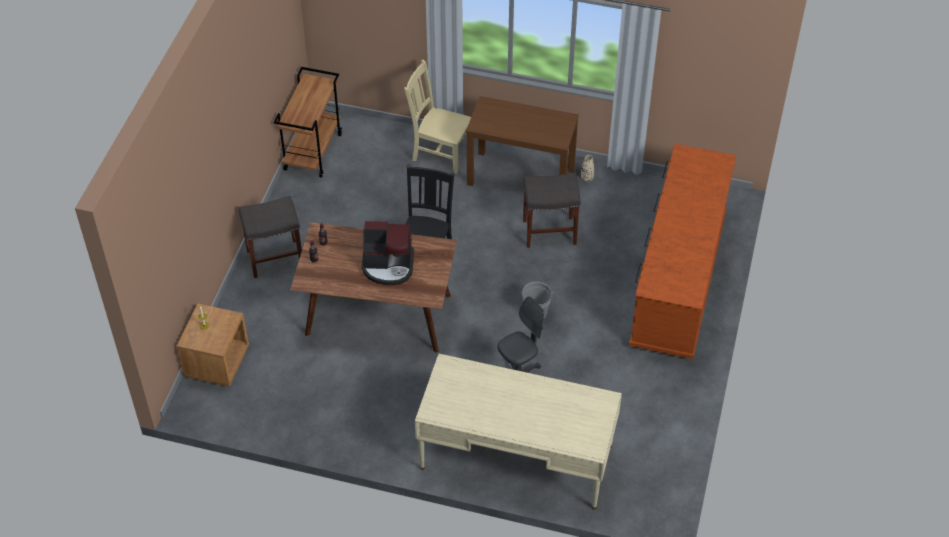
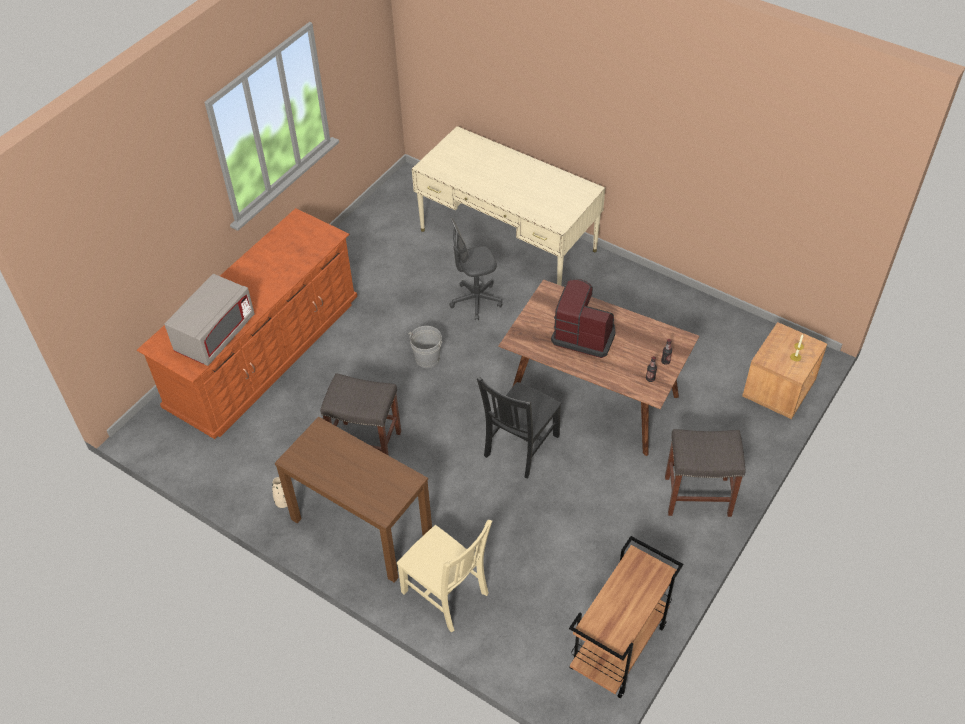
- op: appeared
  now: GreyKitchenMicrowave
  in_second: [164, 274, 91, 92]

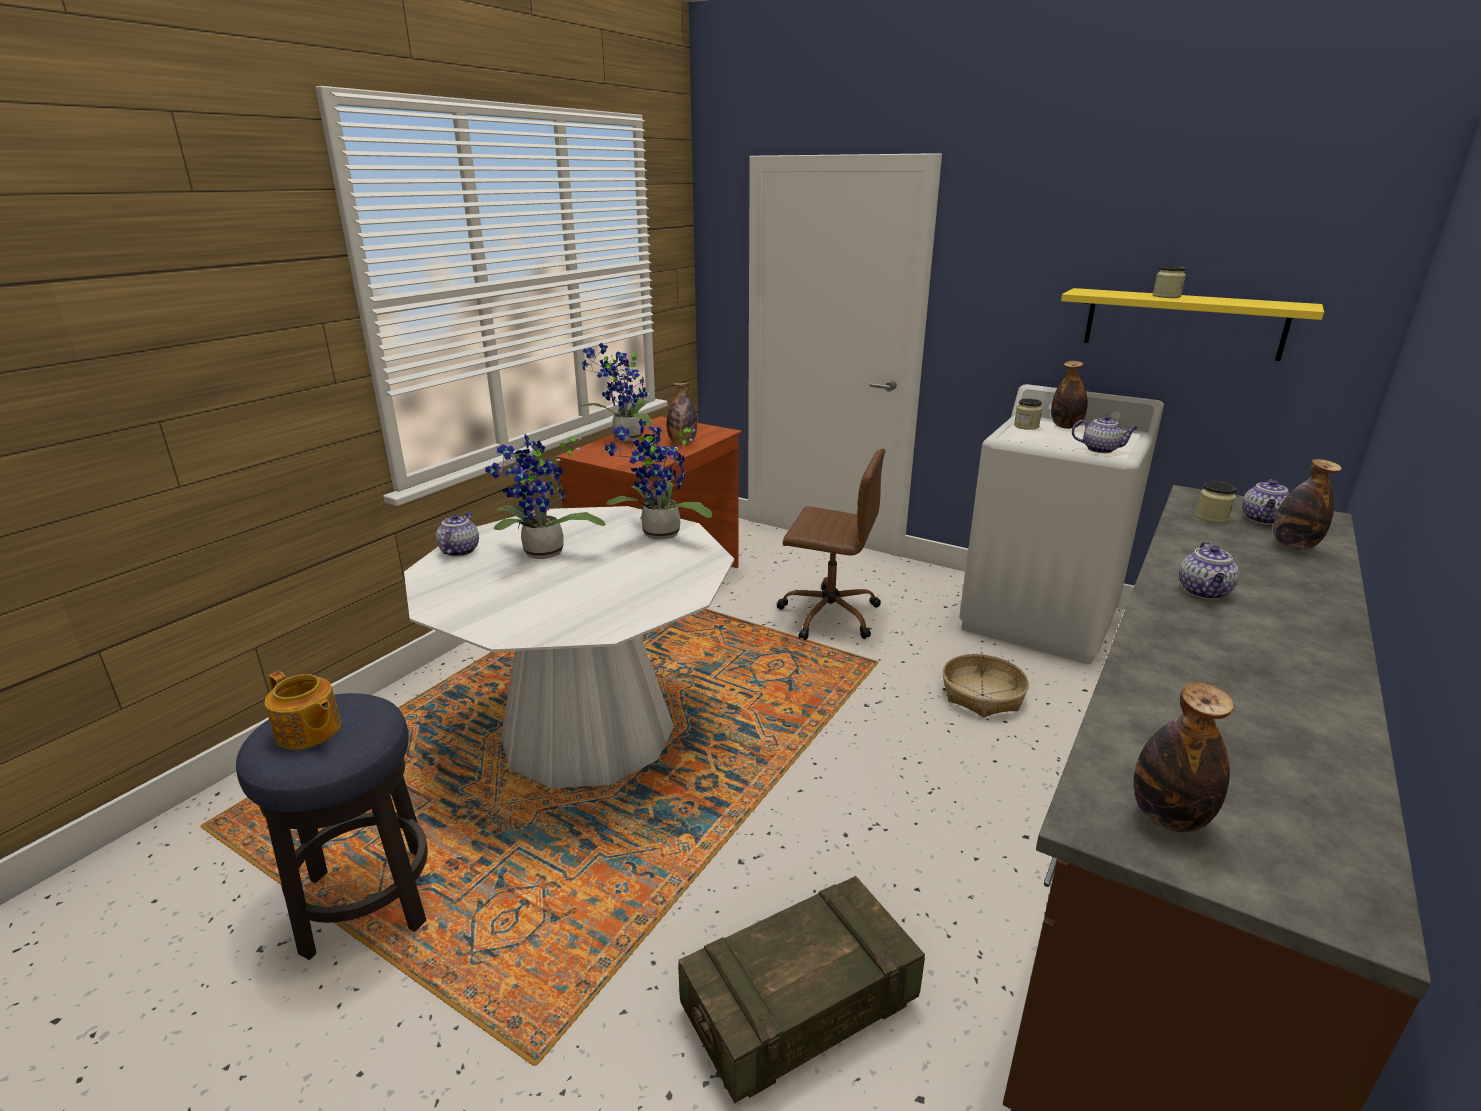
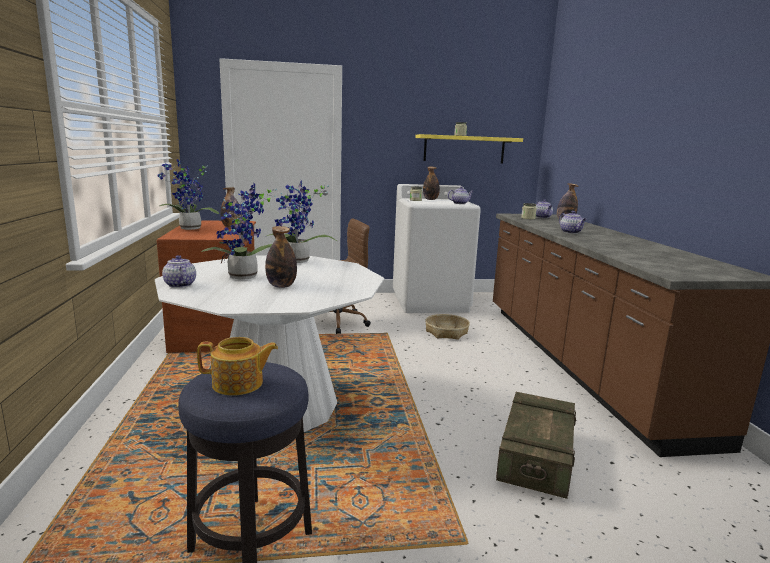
- op: relocated
  was: Bottle
  in_first: [1133, 682, 101, 150]
  in_second: [265, 226, 32, 62]

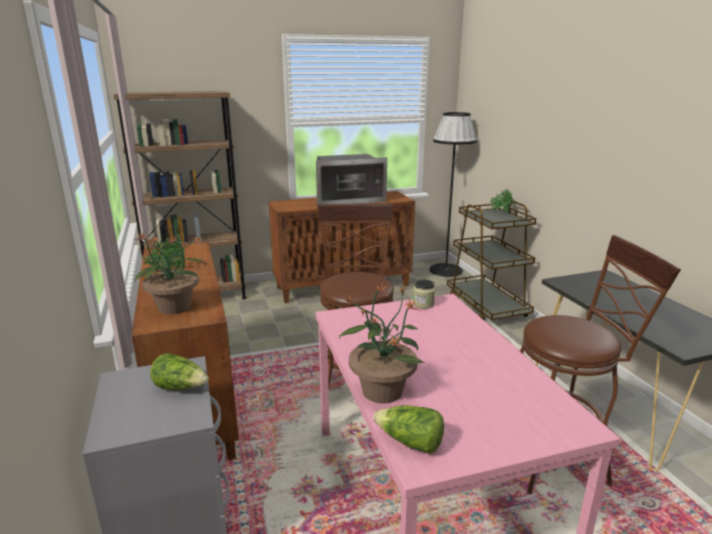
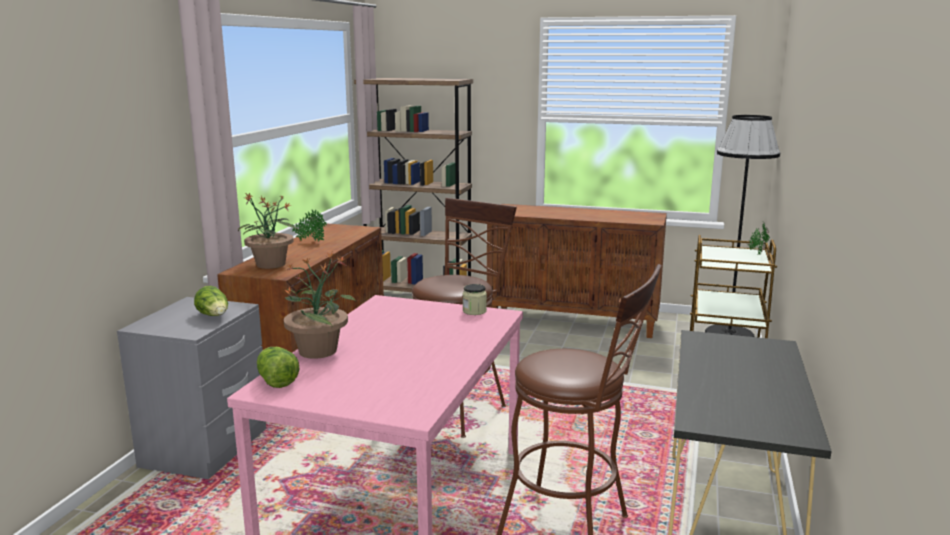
- op: missing
  was: KitchenMicrowave
  in_first: [316, 154, 71, 50]

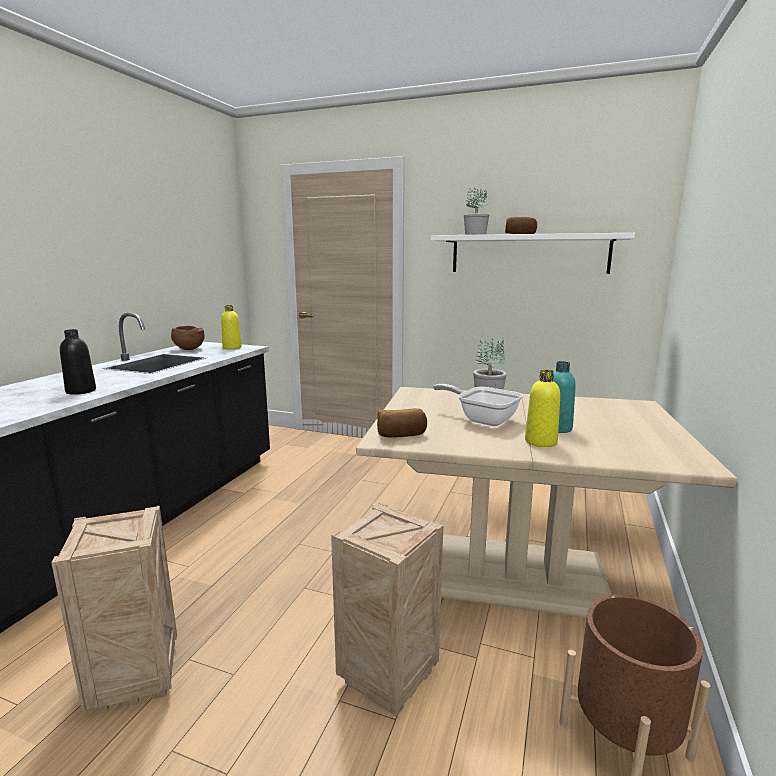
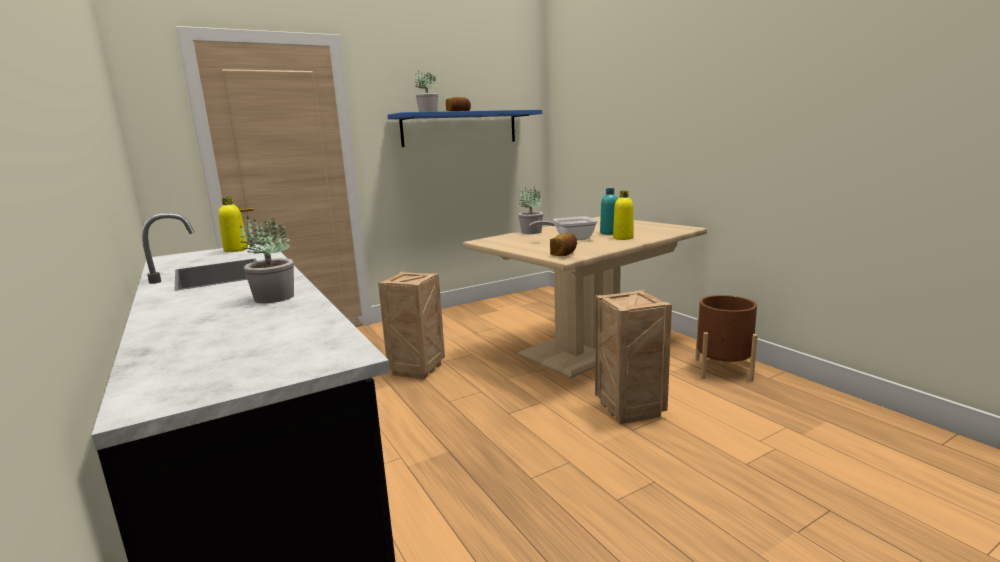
- op: exchanged
  was: BlackBottle
  now: PottedPlant
  in_first: [60, 329, 36, 66]
  in_second: [240, 216, 54, 87]
- op: relocated
  was: Crate
  in_first: [51, 506, 126, 209]
  in_second: [378, 272, 67, 107]
- op: colour
  was: WhiteColouredShelf
  now: BluishShelf
  in_first: [431, 233, 204, 41]
  in_second: [387, 110, 155, 37]
- op: missing
  was: BrownishBowl
  in_first: [171, 326, 34, 24]

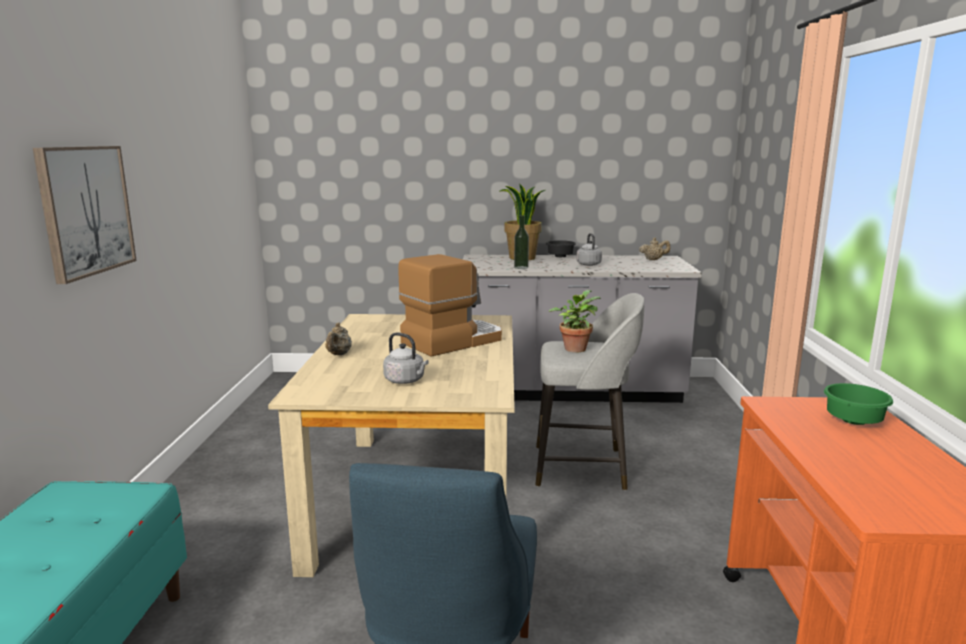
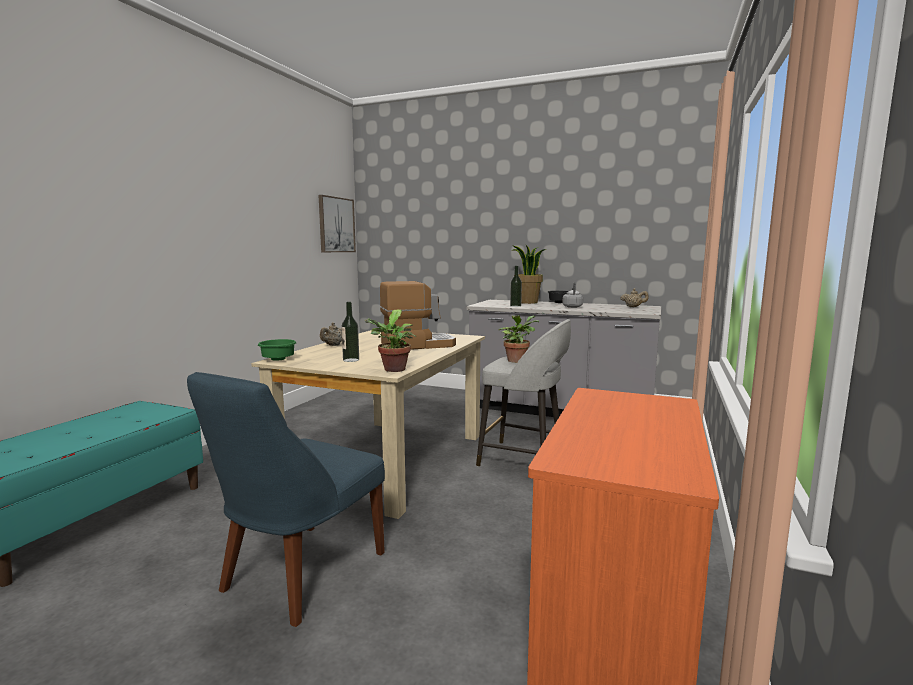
- op: relocated
  was: GreenishBowl
  in_first: [824, 383, 69, 42]
  in_second: [258, 339, 38, 22]
- op: relocated
  was: WallArt
  in_first: [33, 146, 104, 138]
  in_second: [319, 195, 37, 57]
- op: exchanged
  was: GreyKettle
  now: Bottle
  in_first: [383, 332, 46, 52]
  in_second: [342, 302, 17, 60]
- op: appeared
  now: PottedPlant
  in_second: [365, 310, 52, 62]

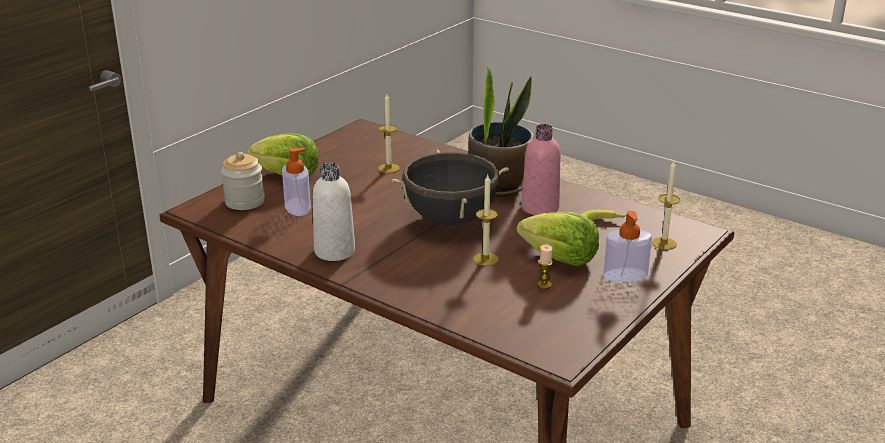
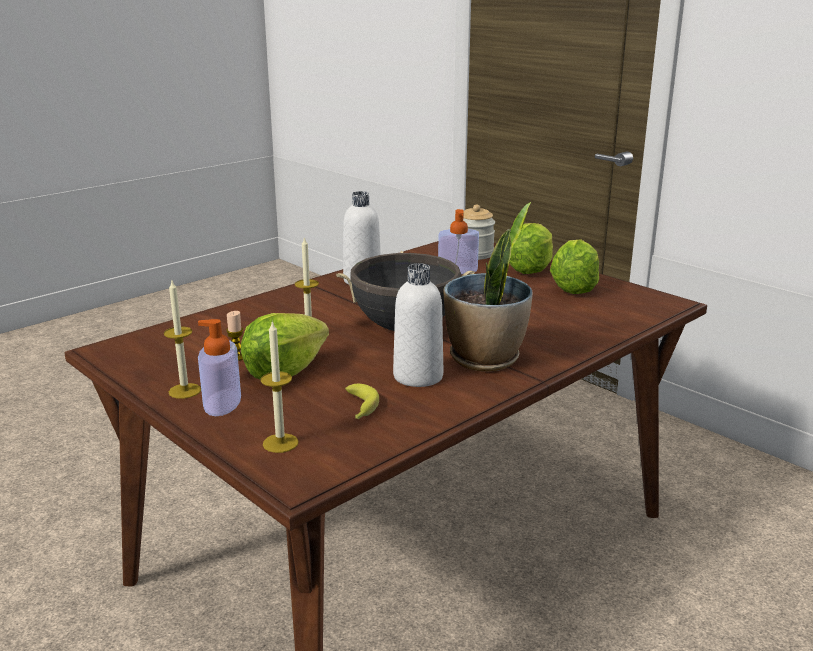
- op: relocated
  was: Candle
  in_first: [378, 94, 22, 79]
  in_second: [164, 281, 37, 118]
- op: colour
  was: PinkBottle
  now: WhiteColouredBottle
  in_first: [521, 124, 39, 91]
  in_second: [393, 263, 50, 124]
- op: appeared
  now: Lettuce
  in_second: [550, 239, 49, 55]

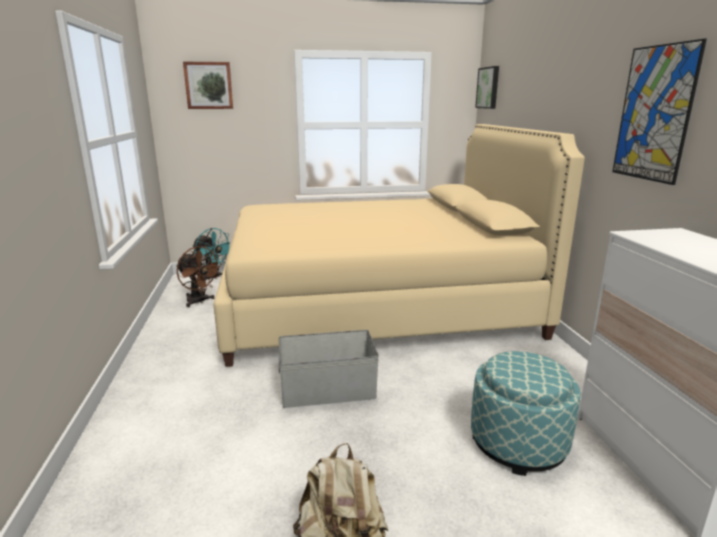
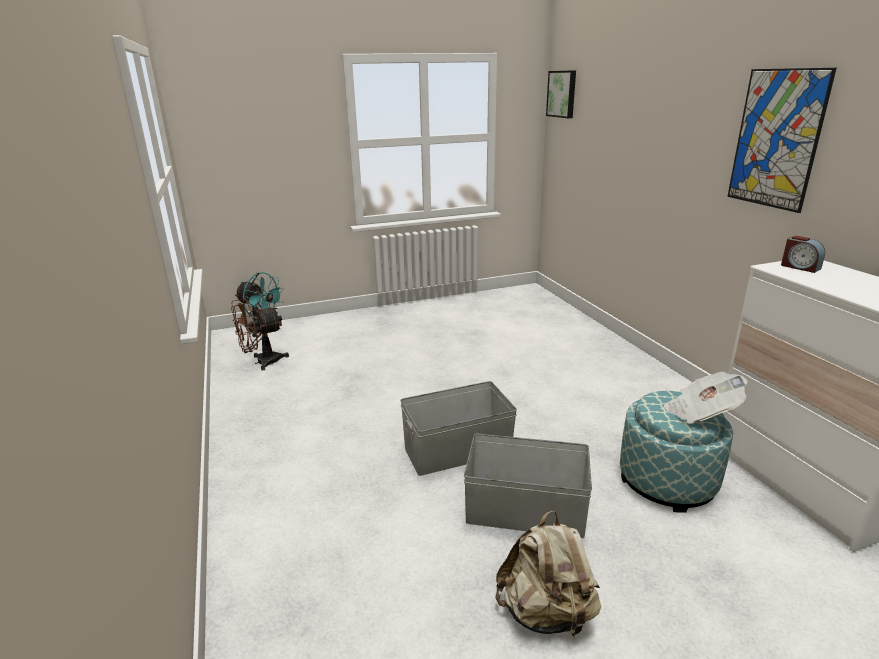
- op: spun
  was: BrownishElectricFan
  in_first: [176, 246, 46, 61]
  in_second: [231, 298, 58, 73]
  clockwise: 120
- op: appeared
  now: GreyStorageContainer
  in_second: [464, 434, 128, 104]
- op: appeared
  now: PrintedPaper
  in_second: [664, 372, 84, 52]
- op: appeared
  now: BedsideClock
  in_second: [781, 236, 44, 37]
- op: missing
  was: WallArt
  in_first: [183, 62, 50, 47]
- op: missing
  was: SandColouredSleepingBed
  in_first: [213, 124, 372, 243]

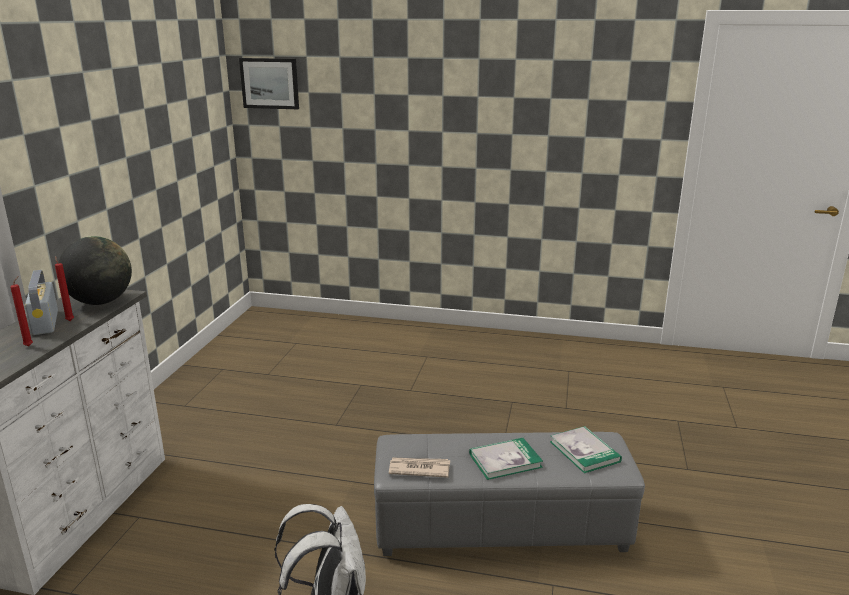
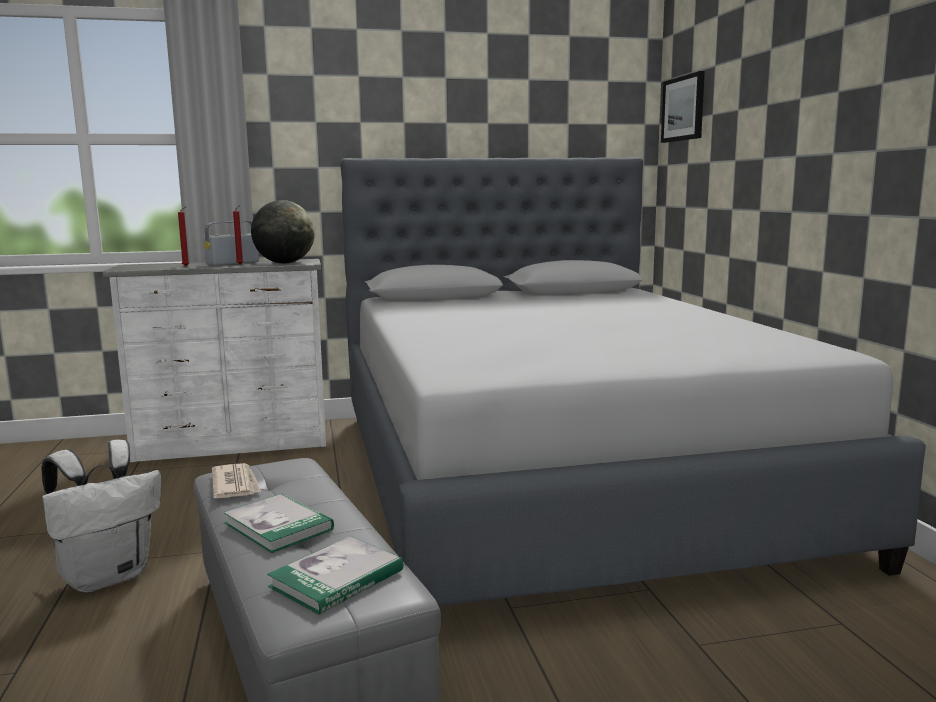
- op: appeared
  now: GreySleepingBed
  in_second: [340, 157, 586, 450]

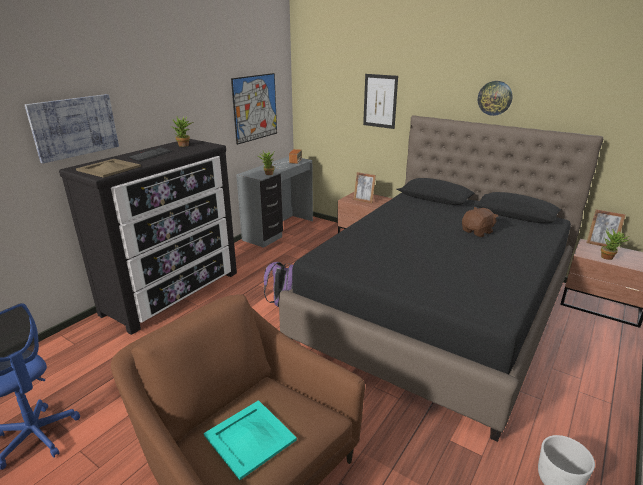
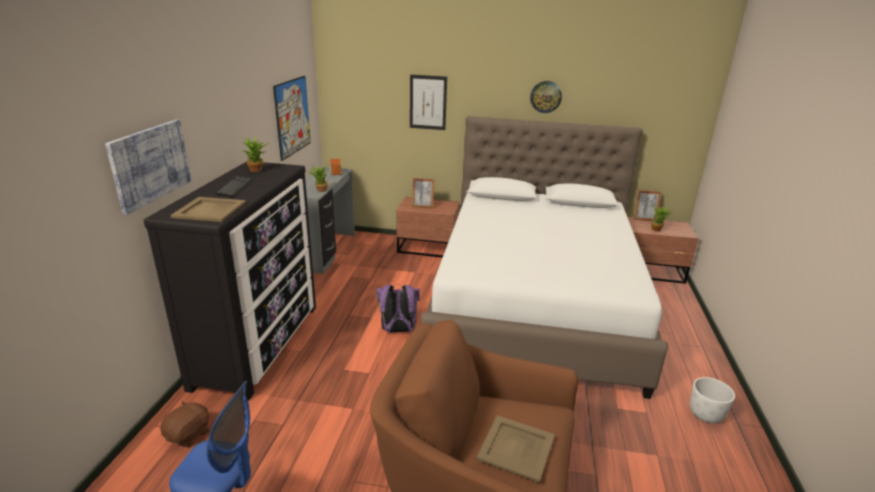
- op: relocated
  was: BrownishSoftToy
  in_first: [462, 207, 36, 30]
  in_second: [160, 401, 49, 46]
- op: colour
  was: BlackSleepingBed
  now: WhiteColouredSleepingBed
  in_first: [279, 116, 324, 326]
  in_second: [421, 116, 248, 283]
- op: colour
  was: TurquoiseTray
  now: SandColouredTray
  in_first: [204, 400, 93, 80]
  in_second: [476, 415, 79, 68]

